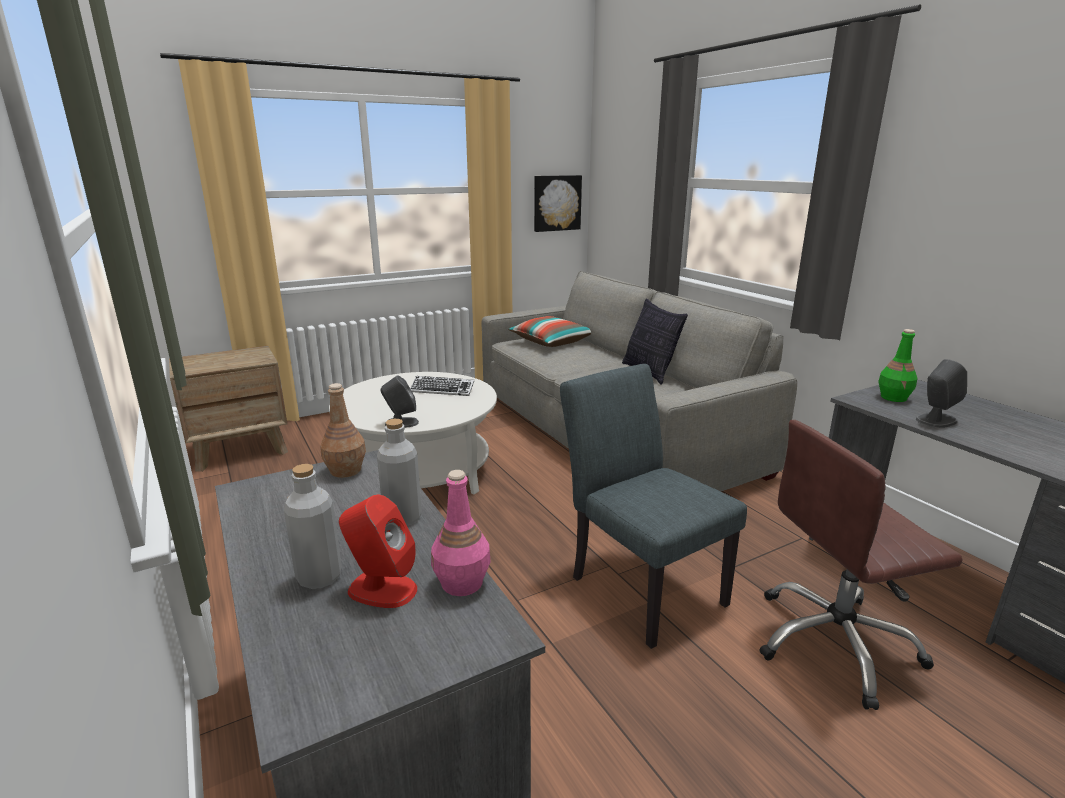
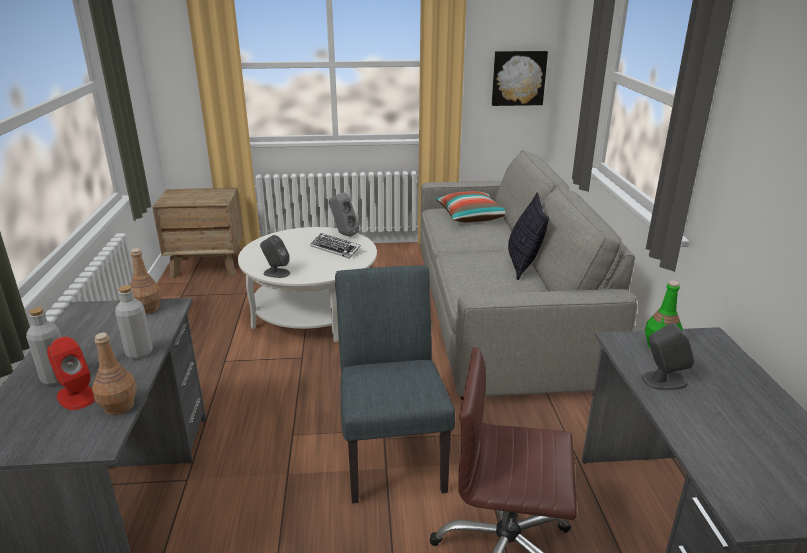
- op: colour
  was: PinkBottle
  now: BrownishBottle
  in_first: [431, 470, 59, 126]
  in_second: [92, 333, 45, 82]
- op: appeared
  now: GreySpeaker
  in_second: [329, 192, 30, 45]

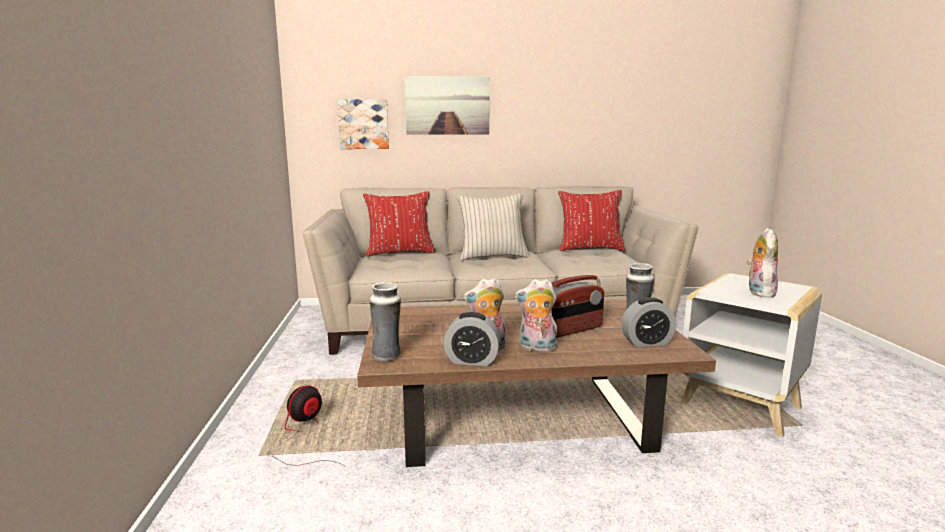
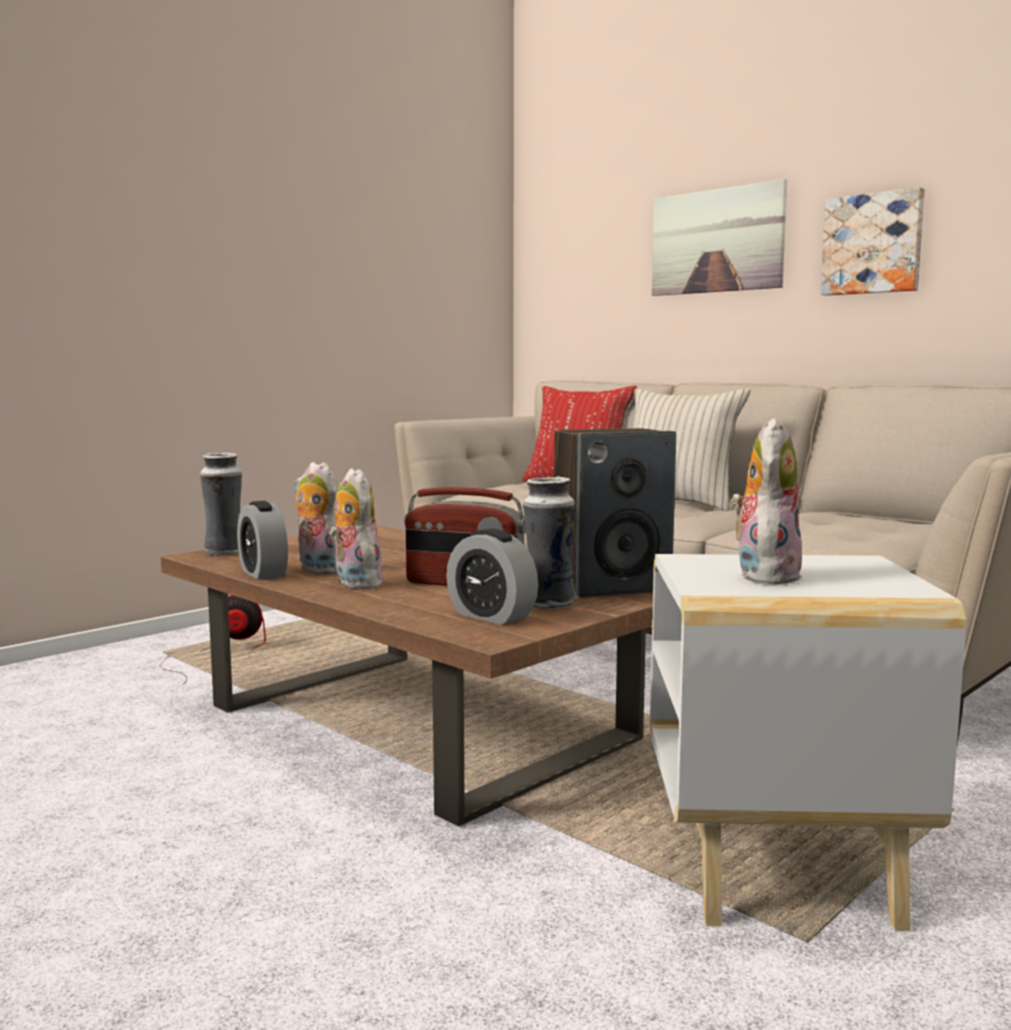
- op: appeared
  now: Speaker
  in_second: [554, 428, 122, 170]
- op: spun
  was: SoftToy
  in_first: [747, 228, 31, 70]
  in_second: [731, 419, 71, 165]
  clockwise: -45
- op: relocated
  was: WallArt
  in_first: [338, 99, 51, 50]
  in_second: [821, 187, 103, 109]
- op: missing
  was: ReddishPillow
  in_first: [558, 190, 67, 61]

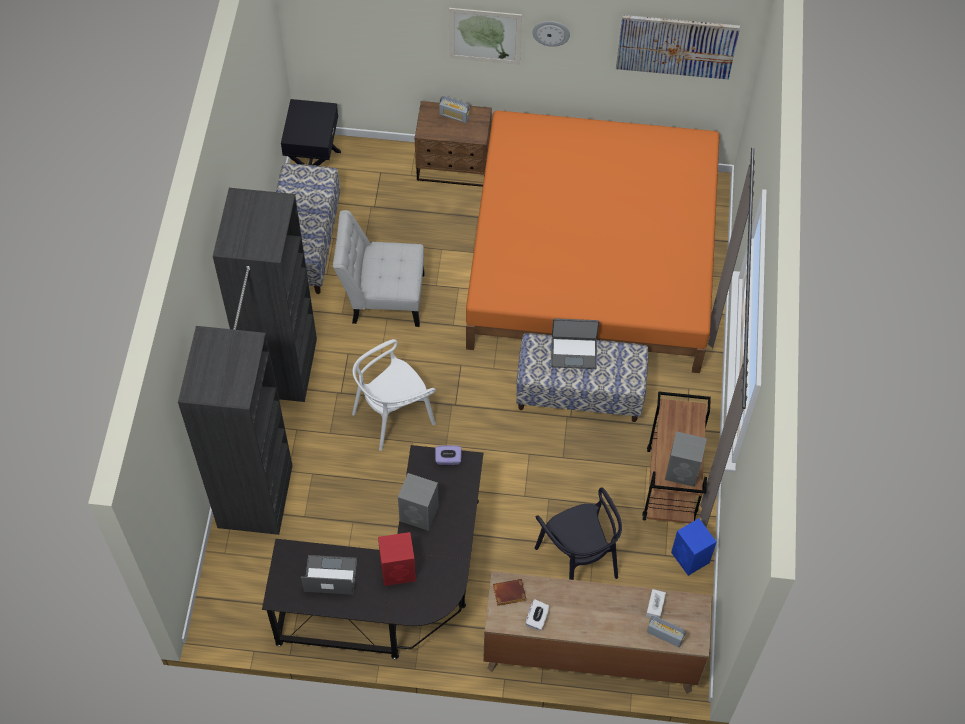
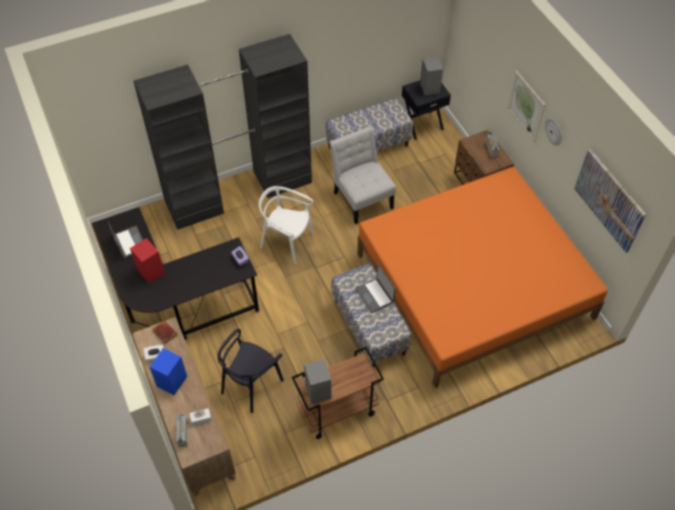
- op: relocated
  was: BluishSpeaker
  in_first: [671, 518, 46, 58]
  in_second: [149, 348, 38, 47]
- op: relocated
  was: GreySpeaker
  in_first: [398, 473, 41, 58]
  in_second: [420, 57, 23, 38]

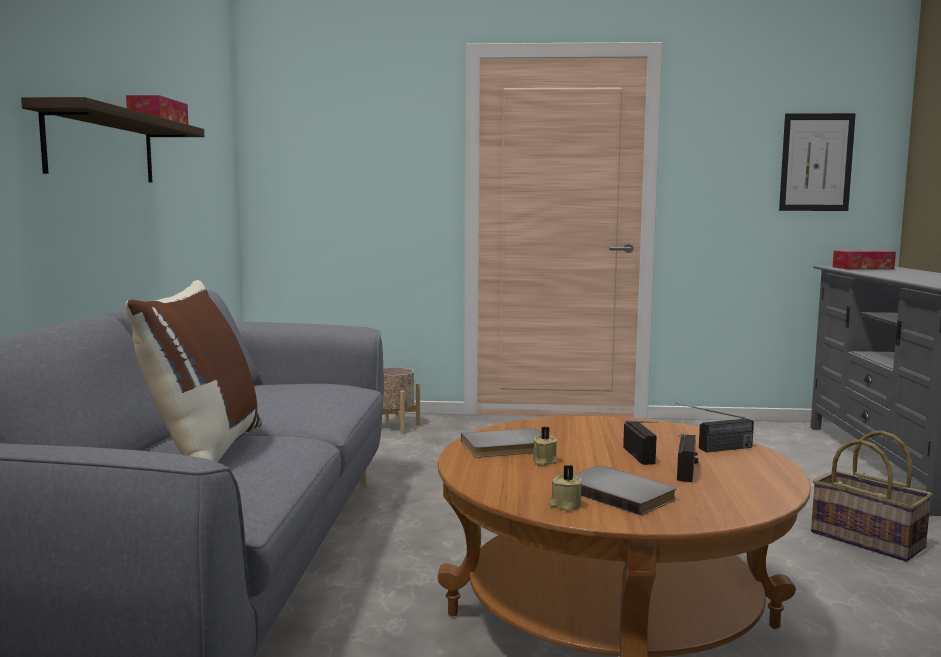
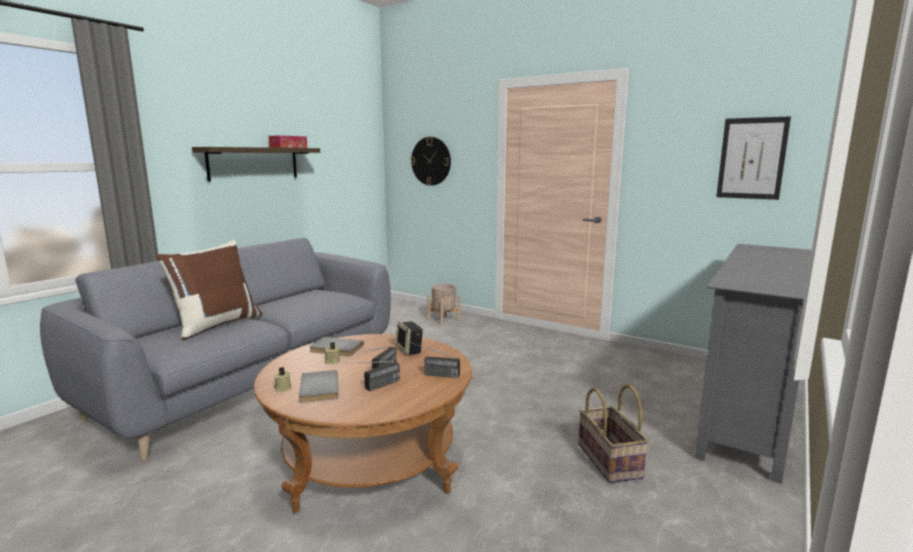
- op: appeared
  now: Speaker
  in_second: [396, 321, 27, 34]
- op: appeared
  now: HangingClock
  in_second: [410, 137, 41, 49]
- op: missing
  was: BoxOfTissues
  in_first: [832, 251, 64, 18]

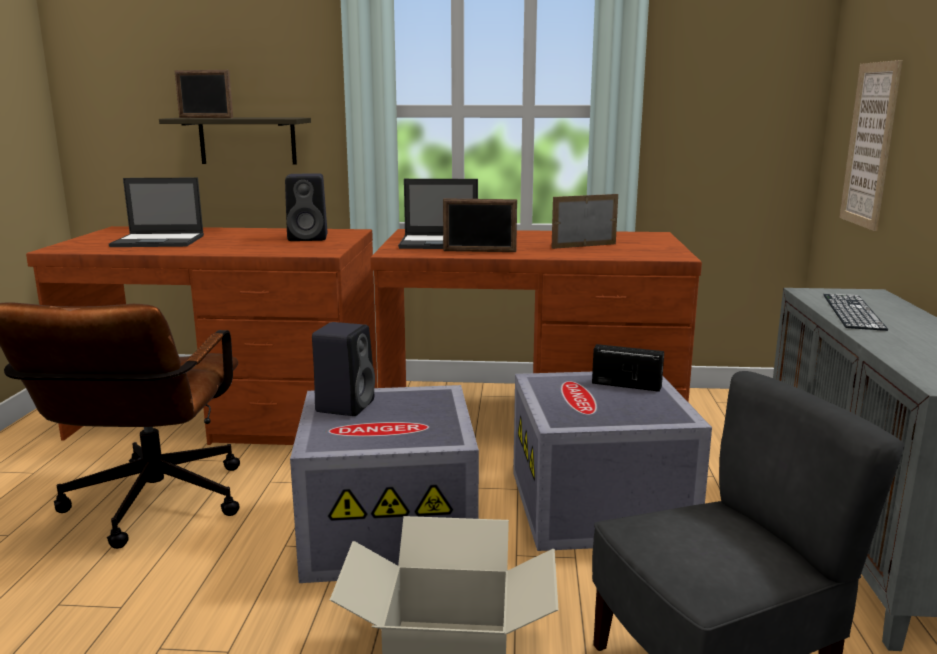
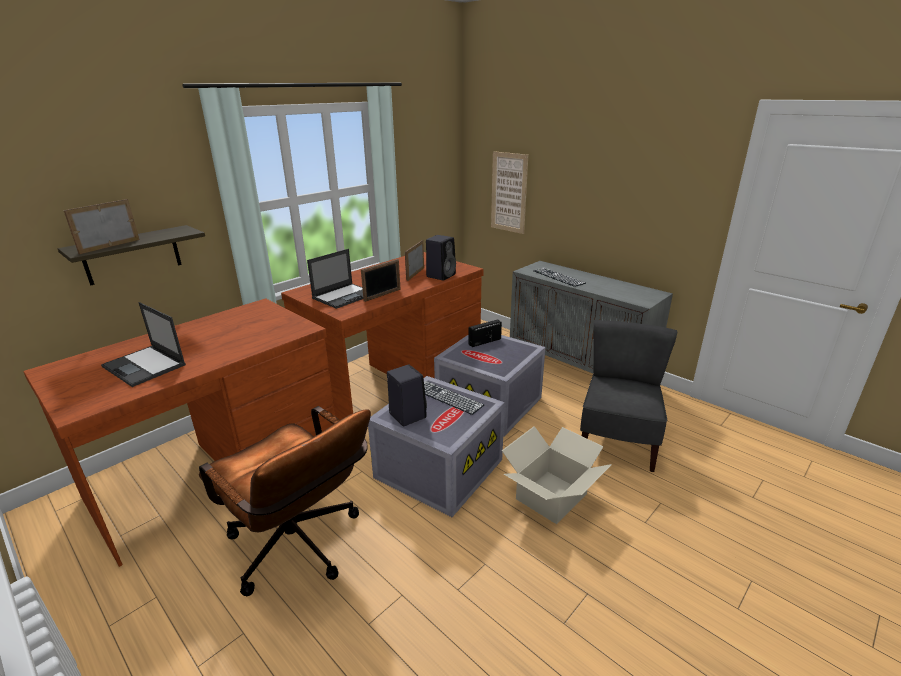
- op: spun
  was: PictureFrame
  in_first: [174, 70, 59, 48]
  in_second: [64, 199, 76, 55]
  clockwise: 150
- op: spun
  was: NotebookComputer
  in_first: [109, 178, 95, 69]
  in_second: [101, 302, 85, 85]
  clockwise: 90
- op: appeared
  now: ComputerKeyboard
  in_second: [424, 381, 60, 34]
- op: relocated
  was: BlackSpeaker
  in_first: [285, 173, 42, 68]
  in_second: [426, 235, 30, 45]

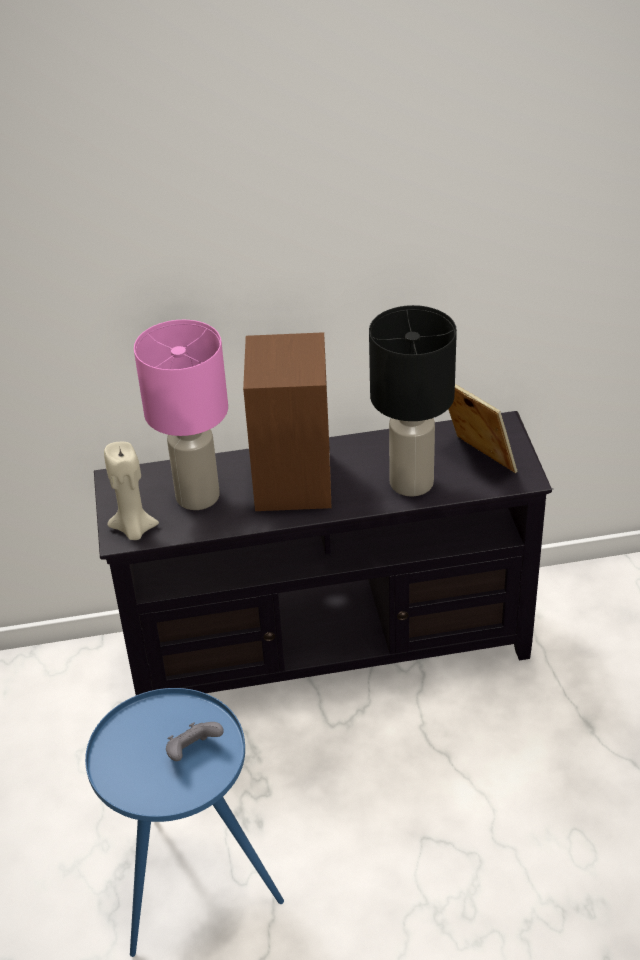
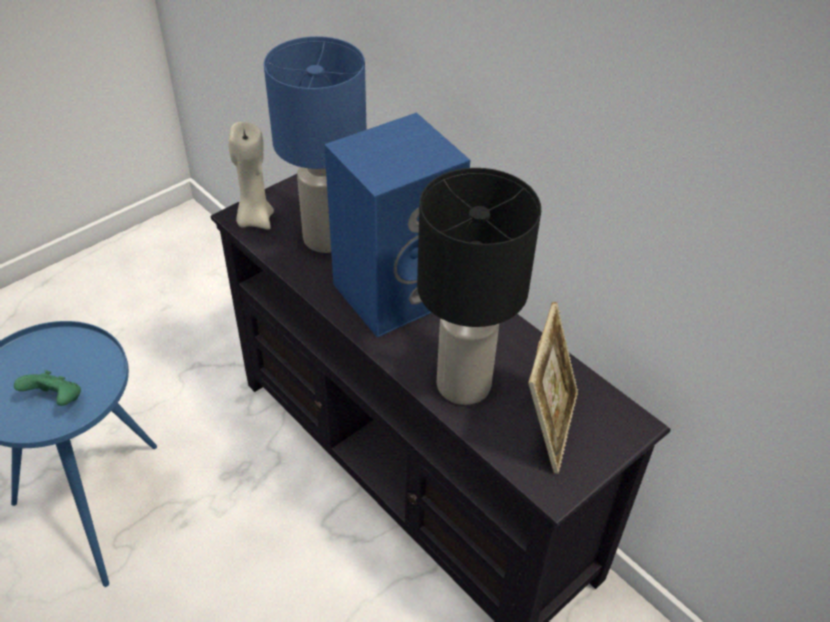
- op: colour
  was: GreyGamepad
  now: GreenishGamepad
  in_first: [166, 722, 58, 39]
  in_second: [14, 370, 67, 36]
- op: colour
  was: PinkTableLamp
  now: BluishTableLamp
  in_first: [134, 320, 94, 190]
  in_second: [264, 36, 103, 217]
- op: colour
  was: BrownishSpeaker
  now: BluishSpeaker
  in_first: [243, 332, 89, 179]
  in_second: [324, 112, 146, 225]

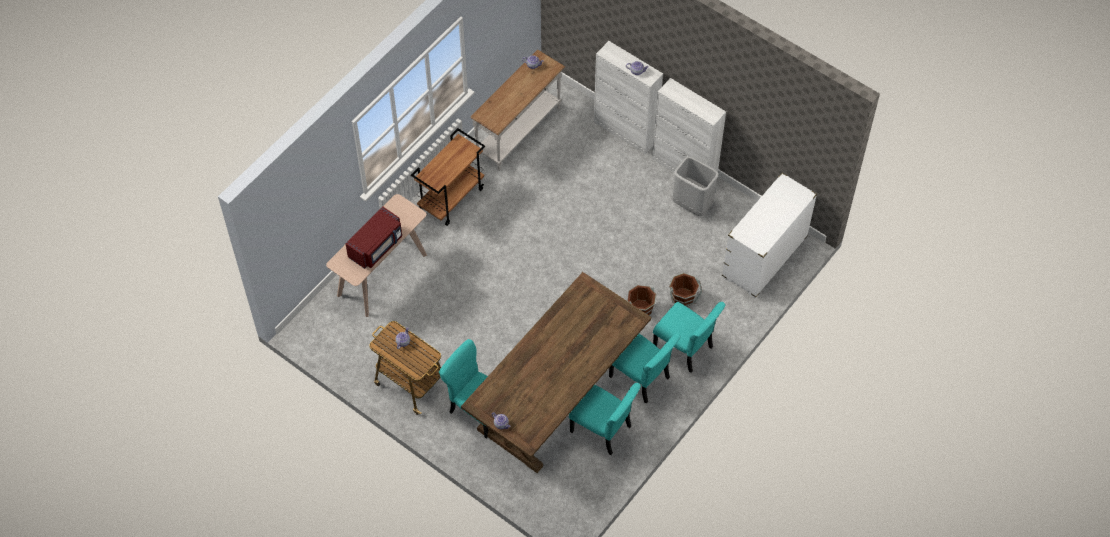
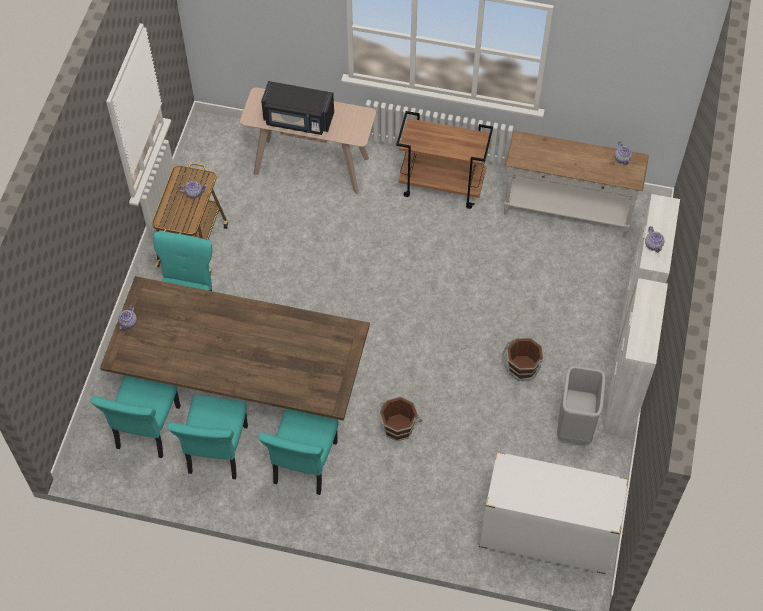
- op: relocated
  was: TurquoiseChair
  in_first: [653, 302, 73, 71]
  in_second: [90, 375, 91, 83]
- op: colour
  was: ReddishKitchenMicrowave
  now: BlackKitchenMicrowave
  in_first: [346, 206, 56, 63]
  in_second: [261, 81, 73, 54]
- op: relocated
  was: BrownishPail
  in_first: [669, 273, 33, 34]
  in_second: [501, 337, 43, 44]

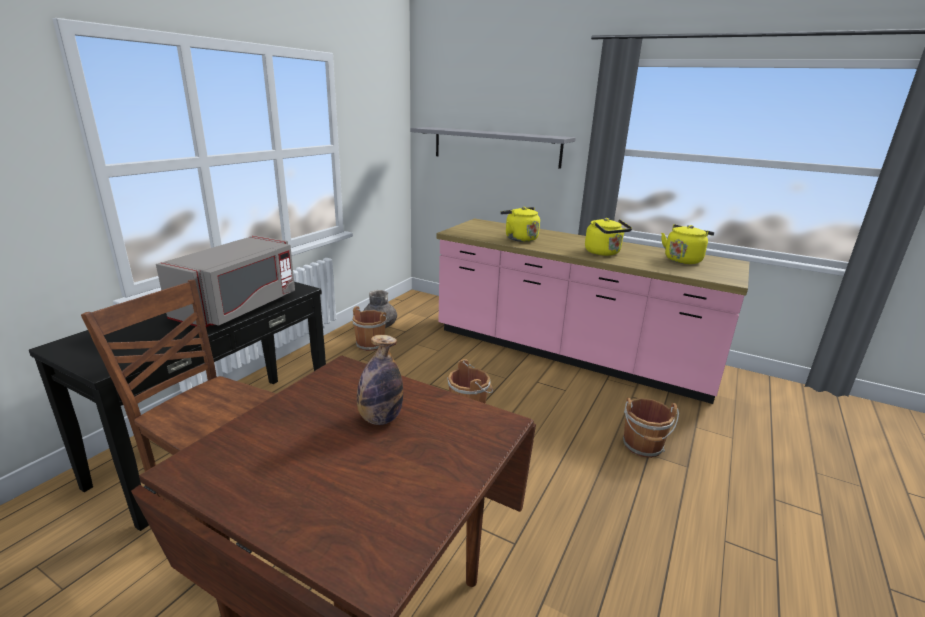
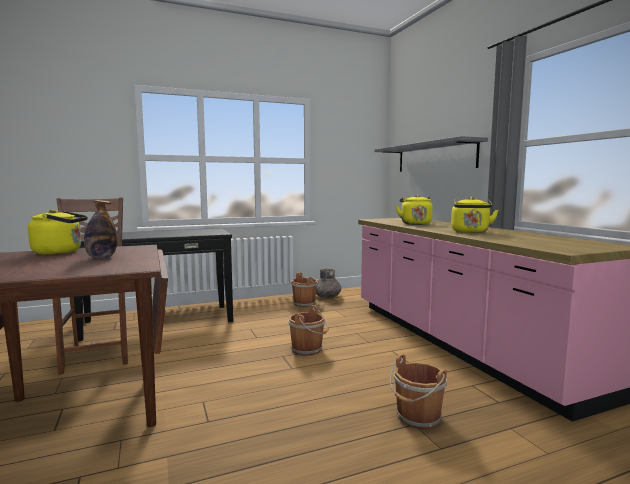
- op: relocated
  was: YellowColouredKettle
  in_first: [661, 224, 53, 40]
  in_second: [28, 209, 60, 46]
- op: missing
  was: GreyKitchenMicrowave
  in_first: [156, 235, 139, 92]

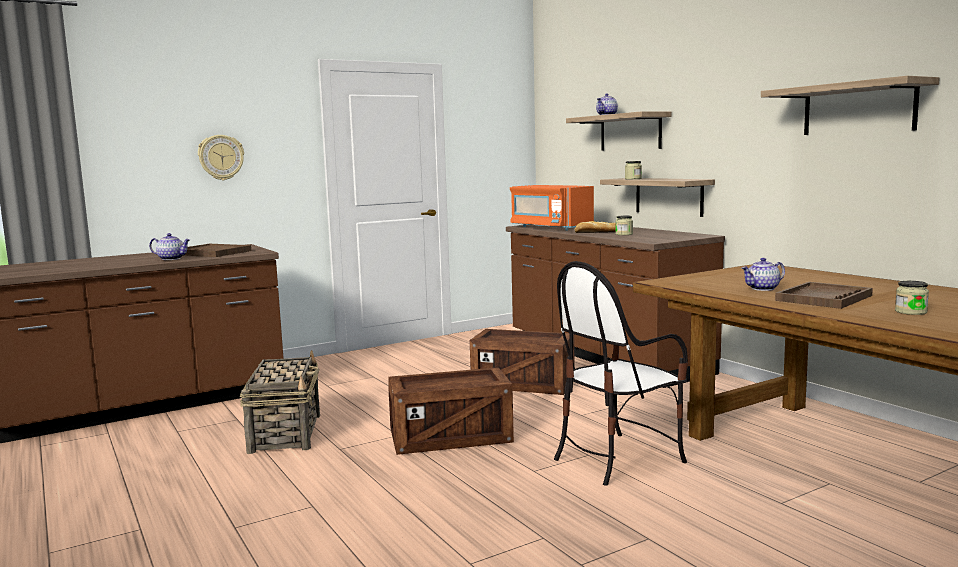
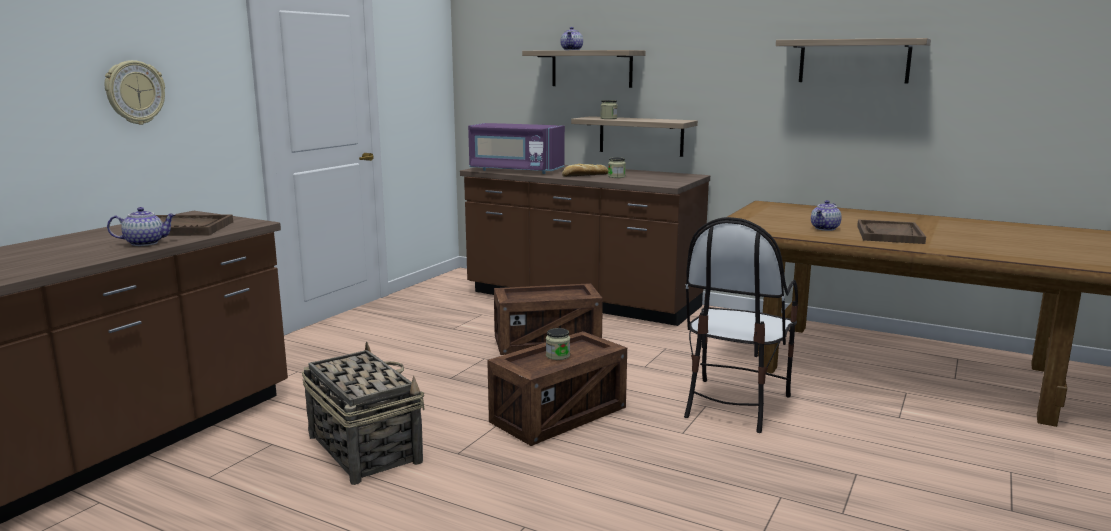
- op: colour
  was: OrangeColouredKitchenMicrowave
  now: PurpleKitchenMicrowave
  in_first: [510, 185, 84, 46]
  in_second: [468, 123, 97, 51]
- op: relocated
  was: Jar
  in_first: [895, 281, 34, 34]
  in_second: [546, 328, 24, 32]

